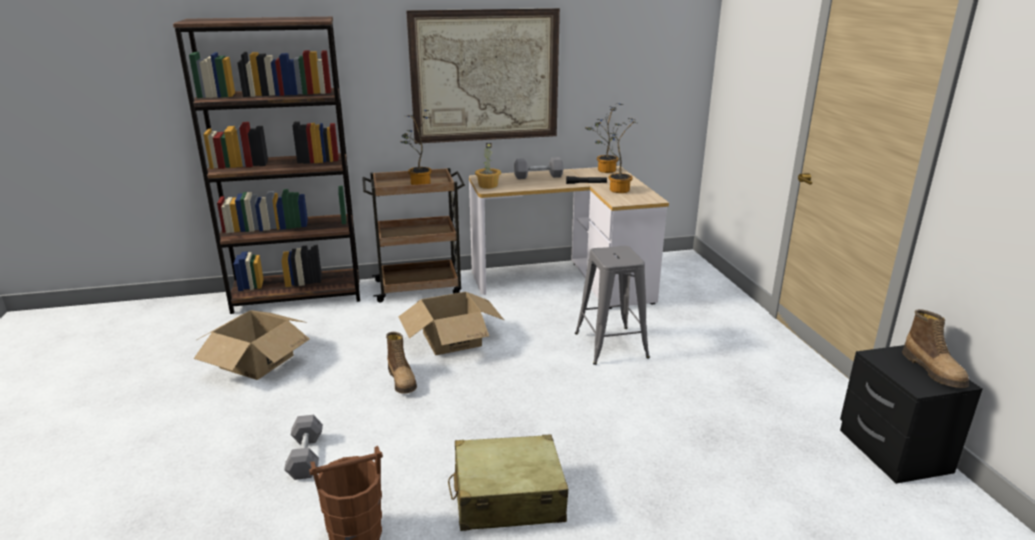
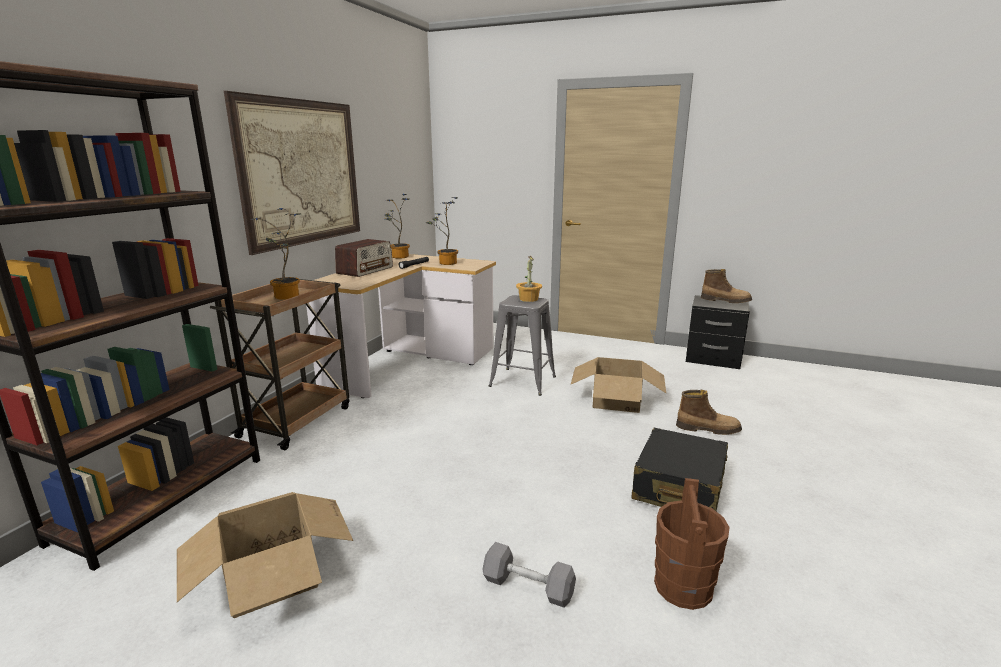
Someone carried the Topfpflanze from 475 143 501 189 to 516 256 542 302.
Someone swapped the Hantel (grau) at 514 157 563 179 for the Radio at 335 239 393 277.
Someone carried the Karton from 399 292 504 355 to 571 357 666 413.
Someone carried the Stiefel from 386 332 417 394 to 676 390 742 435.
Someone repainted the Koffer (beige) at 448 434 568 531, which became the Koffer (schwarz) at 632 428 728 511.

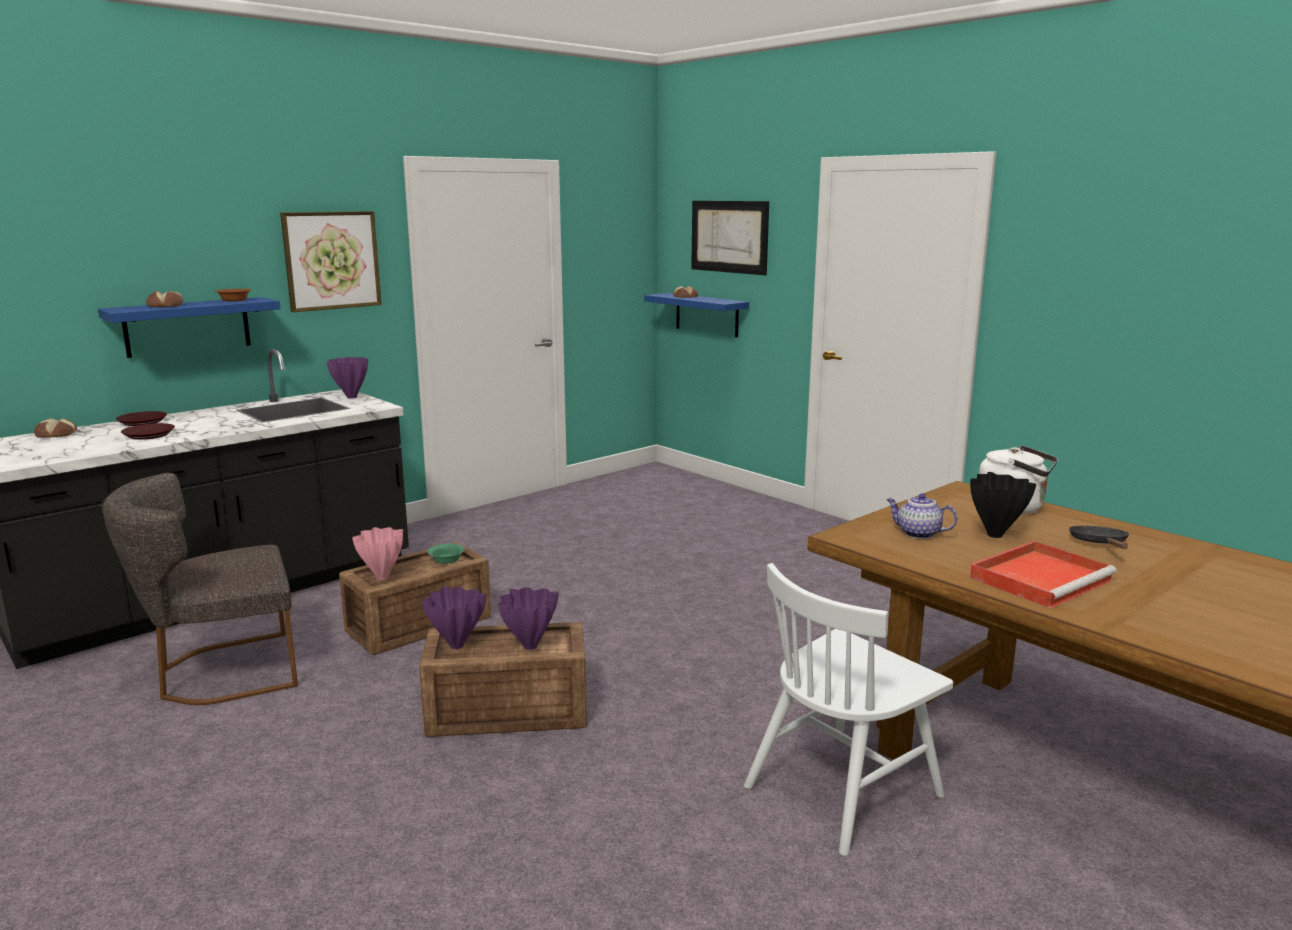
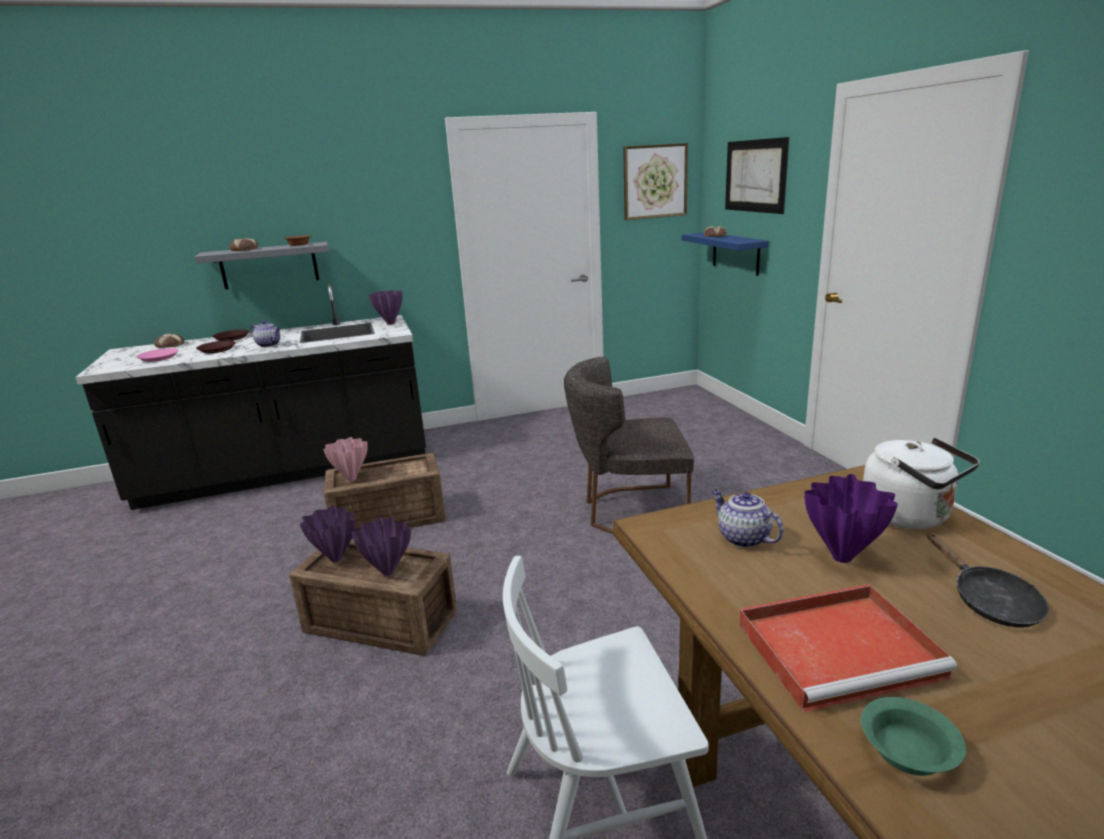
Someone carried the Bild from 280 211 382 312 to 623 143 688 220.
Someone repainted the Wandregal (blau) at 98 297 280 358, which became the Wandregal (grau) at 195 242 328 289.
Someone repainted the Vase (schwarz) at 970 472 1036 538, which became the Vase (lila) at 804 474 898 563.
Someone carried the Stuhl (grau) from 102 473 298 705 to 564 357 694 534.
Someone rotated the Pfanne (schwarz) at 1069 526 1129 549 by 135 degrees clockwise.
Someone carried the Schüssel (grün) from 428 544 465 564 to 861 697 966 776.
Someone put down the Teekanne at 250 321 281 347.
Someone put down the Teller (rosa) at 136 348 178 362.

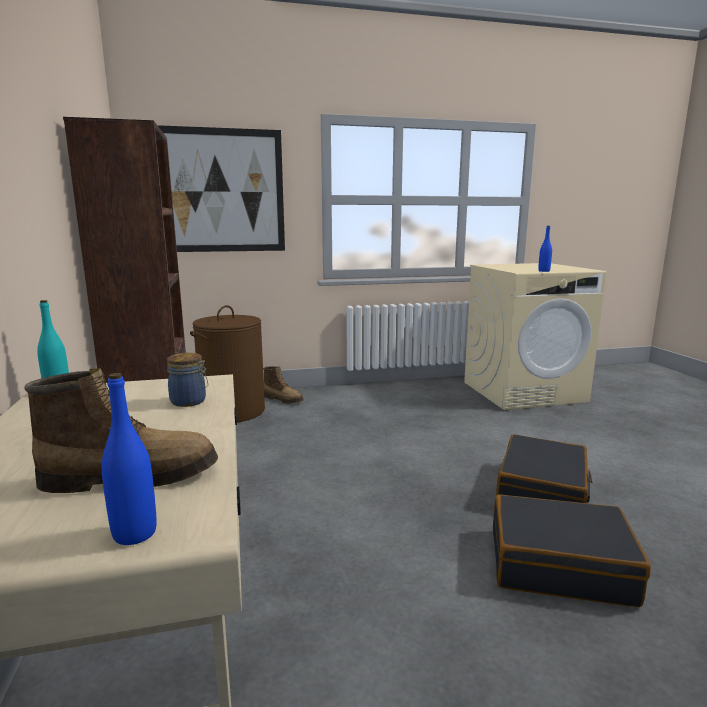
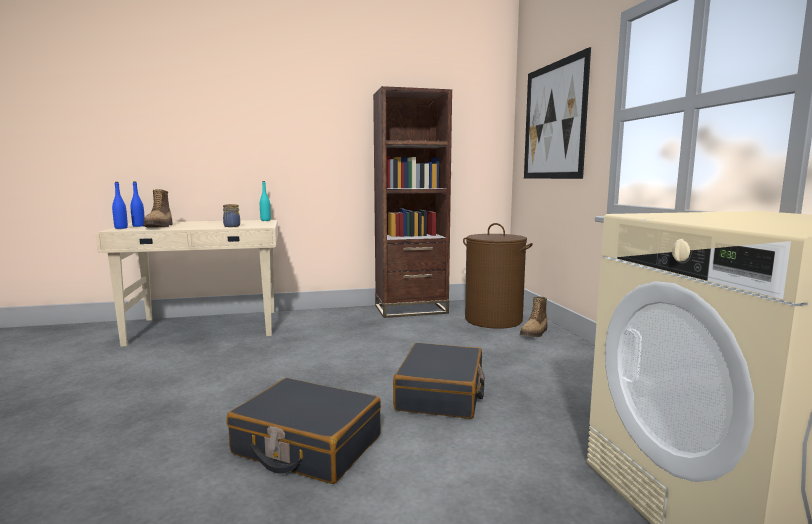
Someone carried the Flasche (blau) from 538 226 552 272 to 130 182 145 227.
Someone carried the Koffer (schwarz) from 493 494 651 607 to 393 343 485 419.

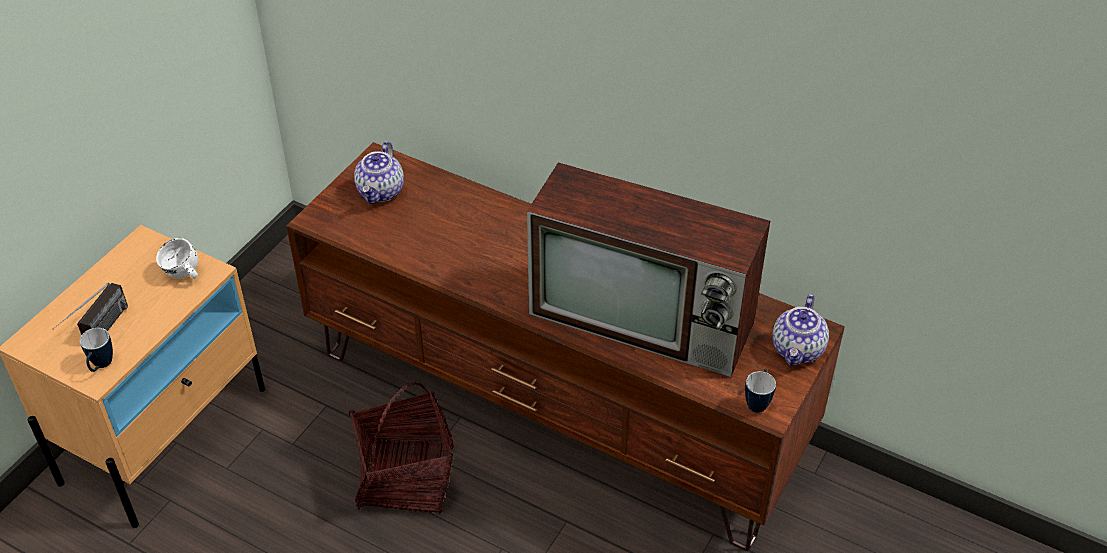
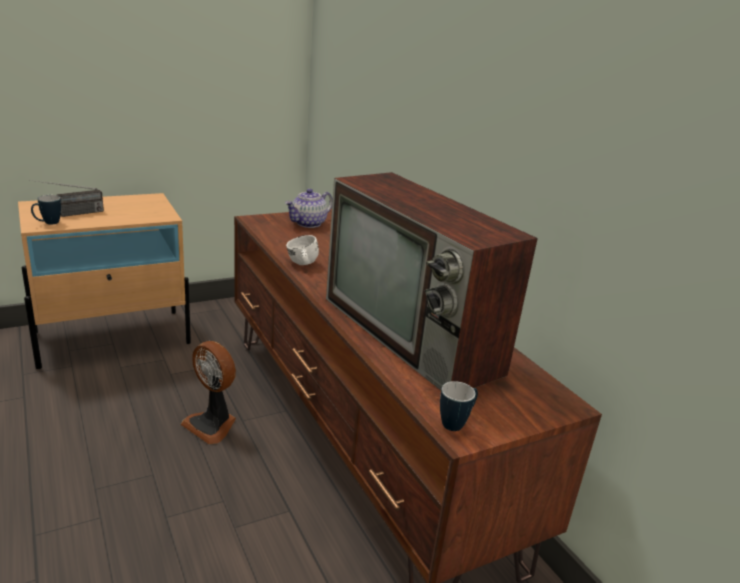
Someone carried the Henkelbecher (weiß) from 156 238 198 279 to 286 235 319 265.
Someone took away the Teekanne at 772 294 829 366.
Someone swapped the Korb at 349 382 454 515 for the Ventilator at 180 341 236 444.

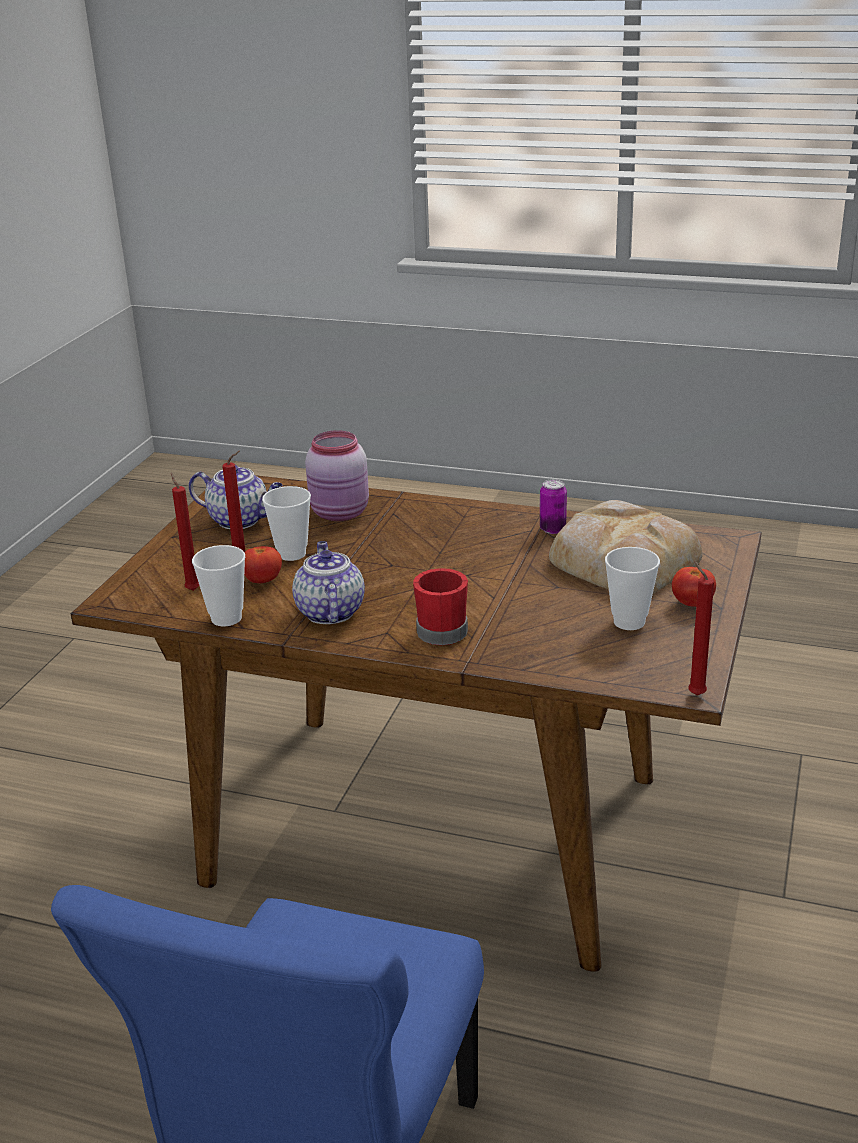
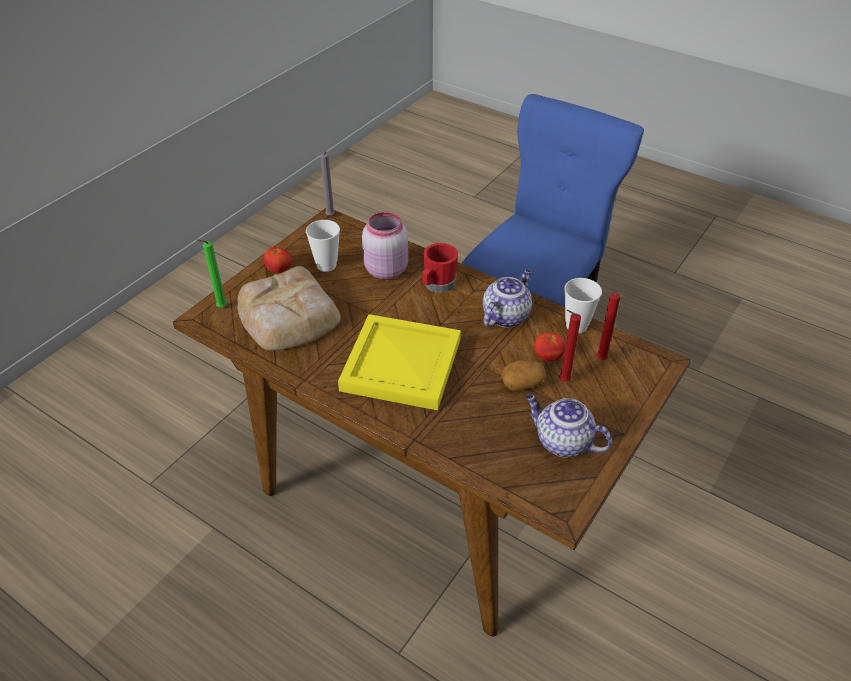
Someone carried the Vorratsglas (rosa) from 305 430 369 521 to 362 212 408 280.
Someone took away the Dose at 540 479 567 534.
Someone swapped the Tasse at 262 486 311 561 for the Kartoffel at 501 360 546 391.
Someone rotated the Teekanne at 292 541 365 624 by 150 degrees counterclockwise.
Someone repainted the Kerze (rot) at 688 561 714 695, which became the Kerze (grau) at 320 151 335 216.
Someone put down the Kerze (grün) at 197 239 227 308.
Someone put down the Tablett (gelb) at 338 314 461 410.

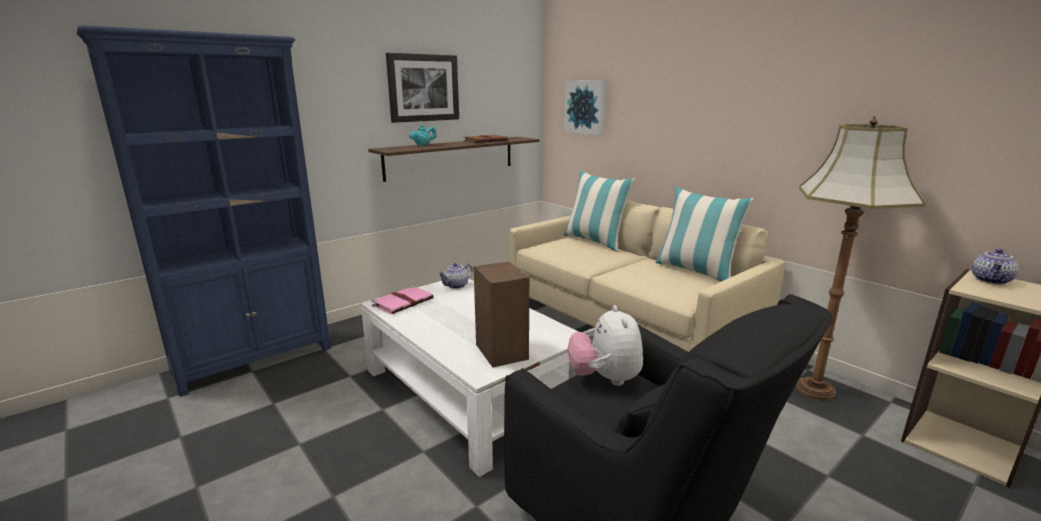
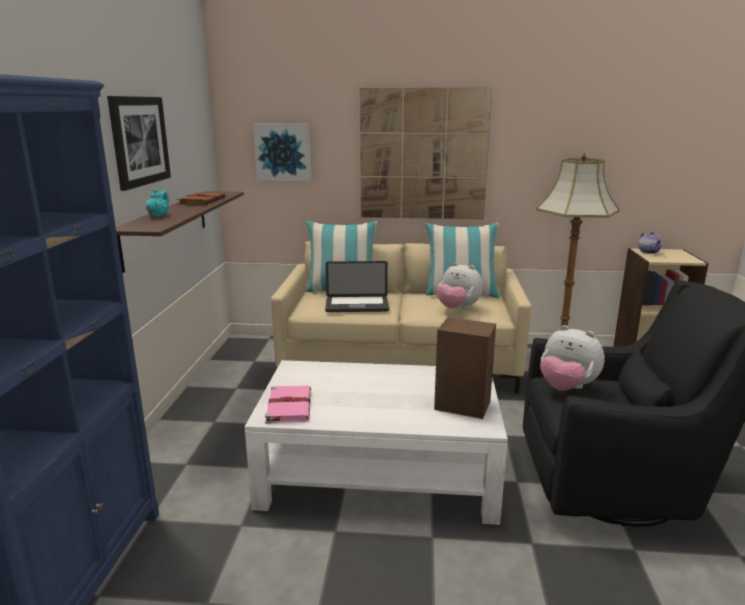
Someone took away the Teekanne at 438 263 473 289.
Someone put up the Bild at 360 88 492 219.
Someone put down the Laptop at 325 261 389 312.
Someone put down the Plüschtier at 436 262 483 309.

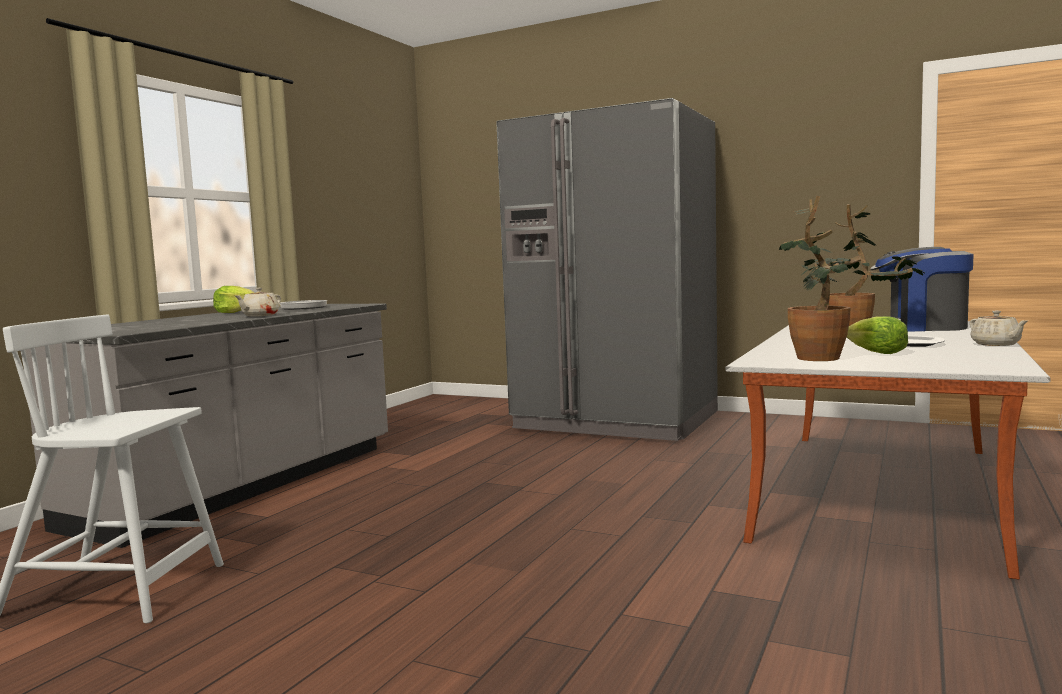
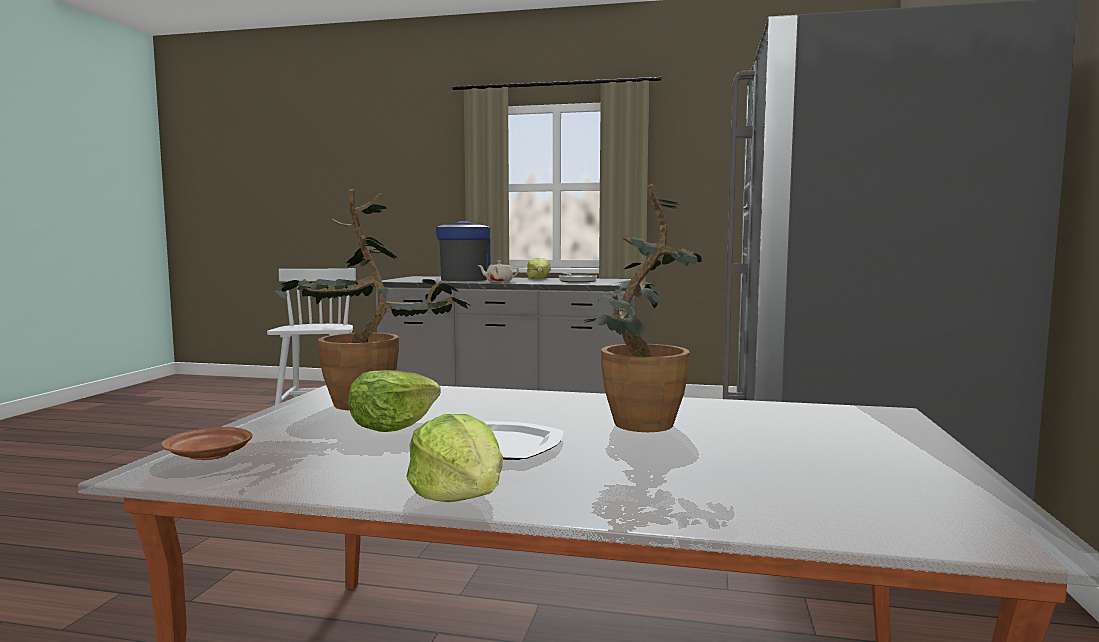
Someone carried the Kaffeemaschine from 870 247 974 331 to 436 221 491 281.
Someone swapped the Teekanne (beige) at 970 310 1027 346 for the Salatkopf at 406 414 503 502.
Someone put down the Teller (braun) at 161 427 252 460.

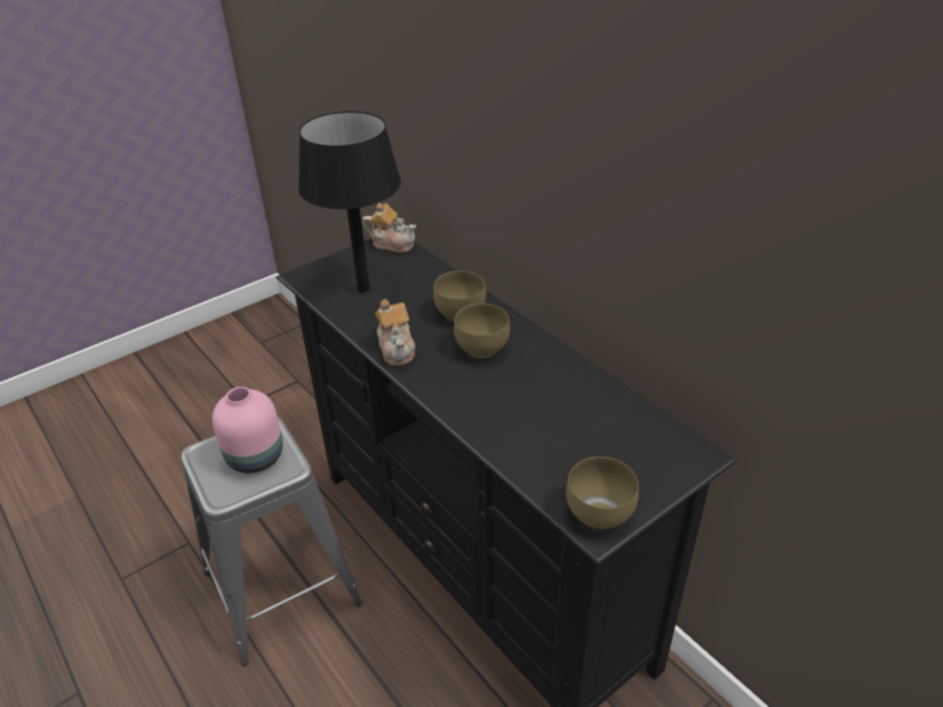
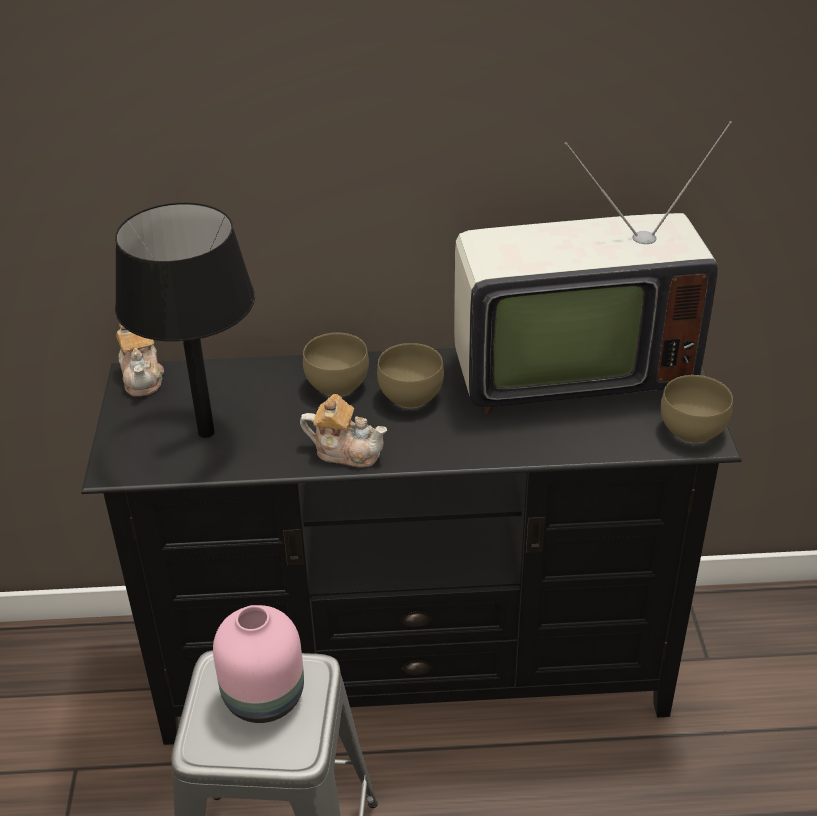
Someone rotated the Teekanne at 362 203 416 253 by 105 degrees clockwise.
Someone put down the Fernseher at 454 121 732 414.

